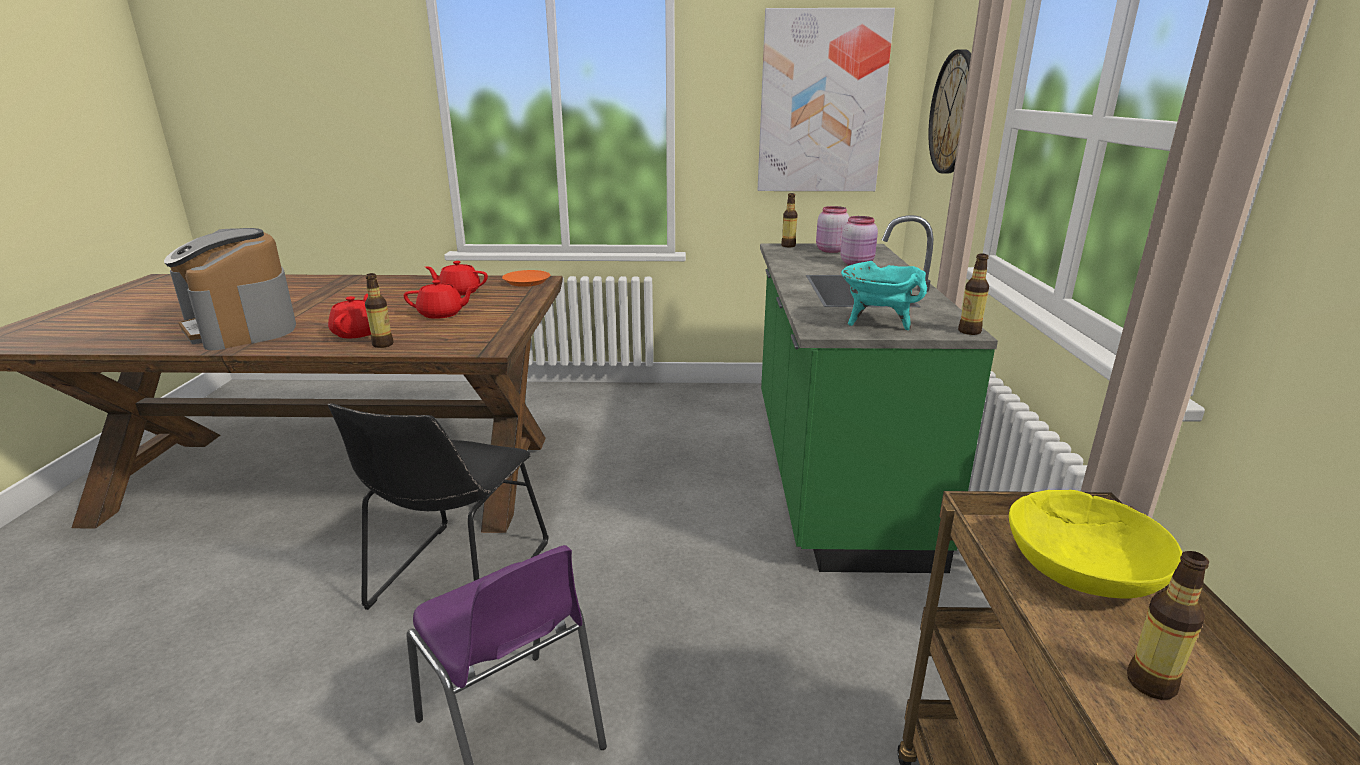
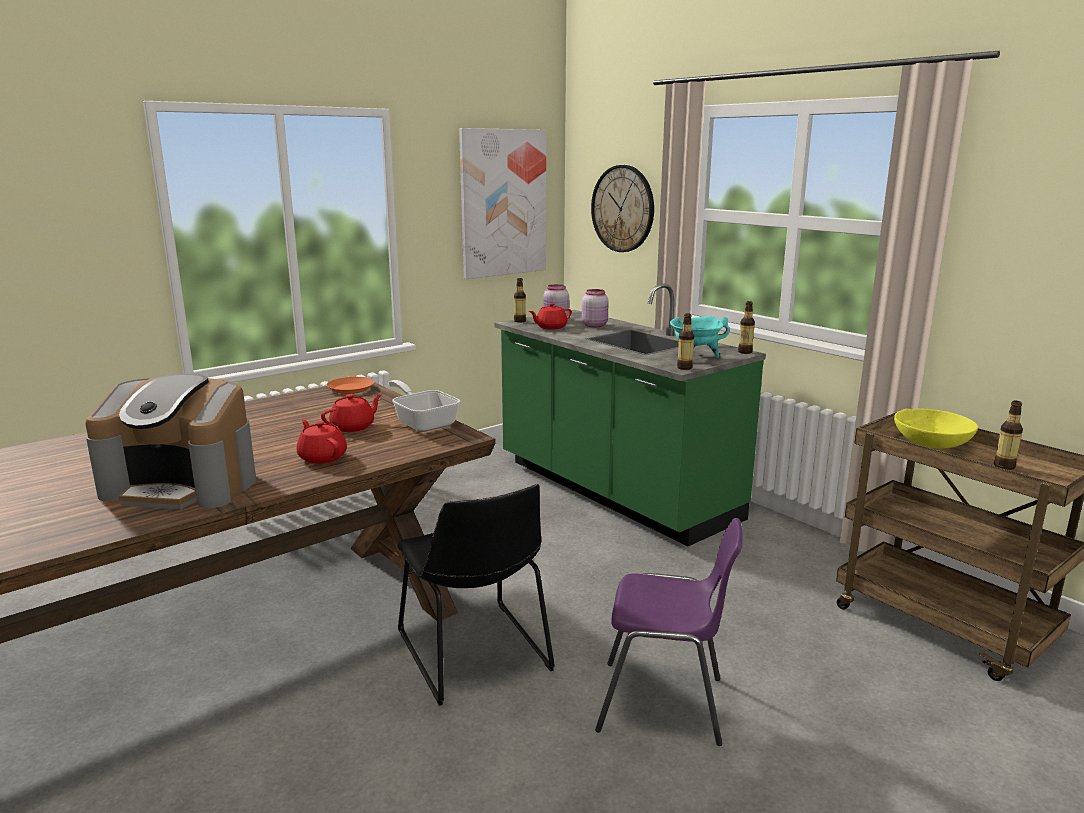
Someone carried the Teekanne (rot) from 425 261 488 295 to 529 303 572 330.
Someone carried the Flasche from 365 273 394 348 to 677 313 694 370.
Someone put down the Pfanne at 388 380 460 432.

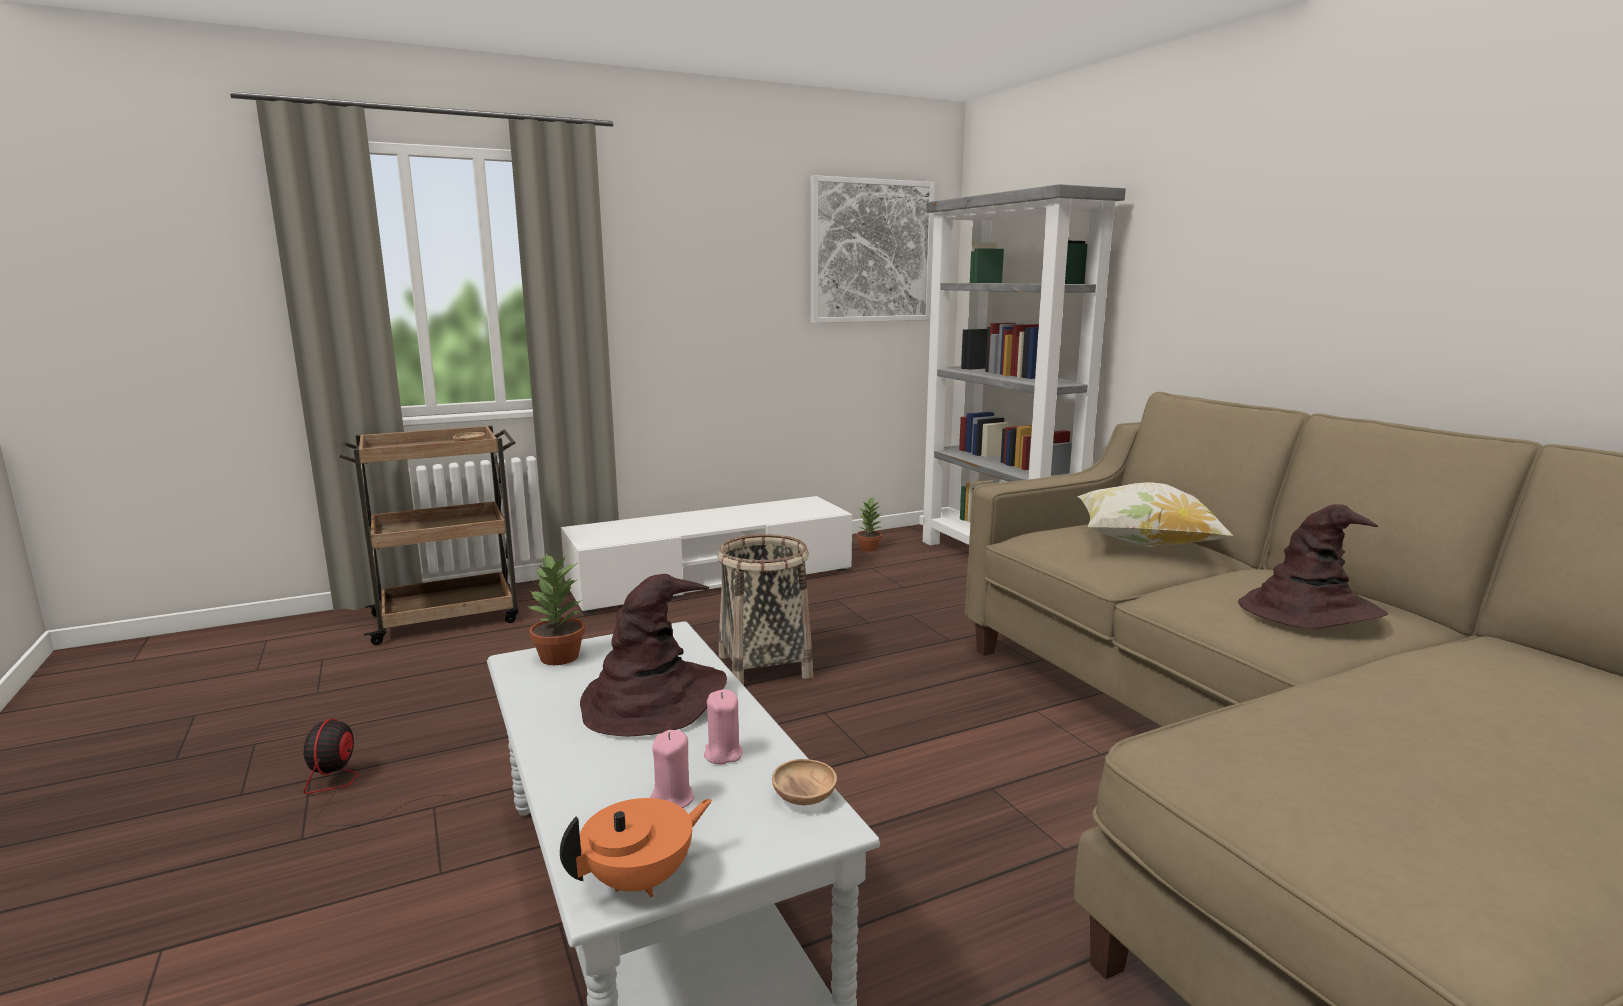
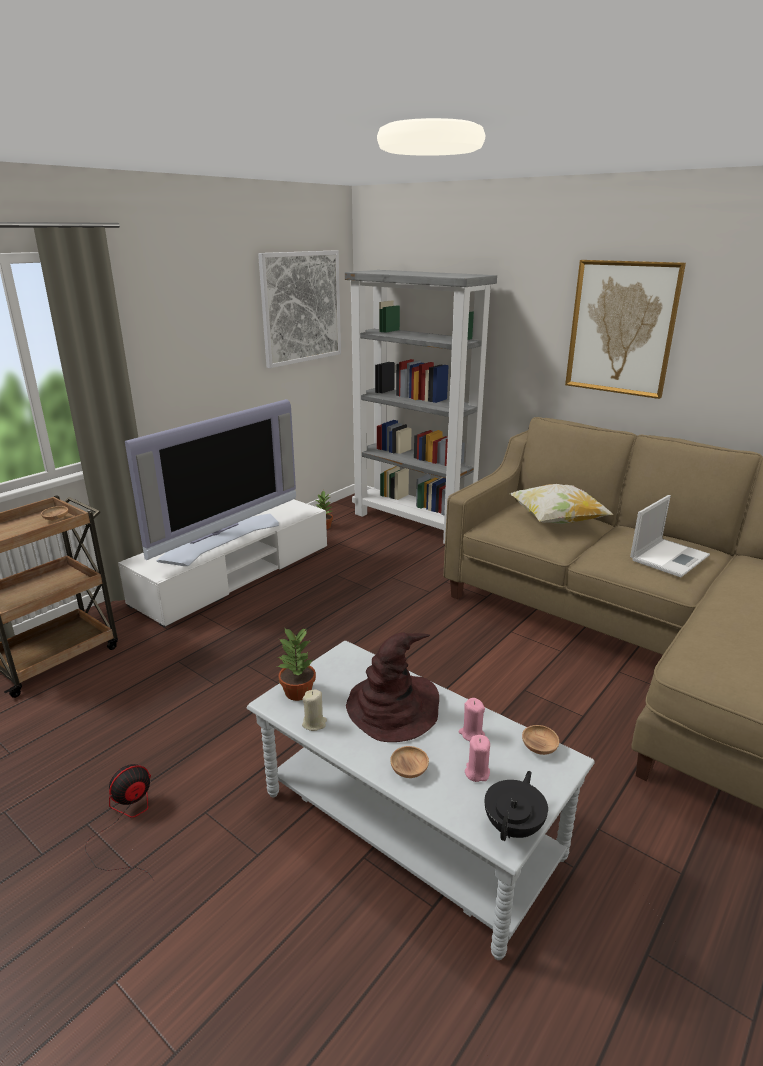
Someone swapped the Hut (braun) at 1238 504 1388 629 for the Laptop at 630 495 710 577.
Someone took away the Korb at 717 534 813 685.
Someone rotated the Ventilator at 303 719 443 826 by 75 degrees clockwise.
Someone repainted the Teekanne (orange) at 560 798 712 897, which became the Teekanne (schwarz) at 485 771 548 841.
Someone put up the Bild at 565 260 686 399.
Someone put down the Fernseher at 125 399 296 566.
Someone put down the Kerze (beige) at 302 689 327 731.
Someone put down the Schüssel (braun) at 390 746 429 778.

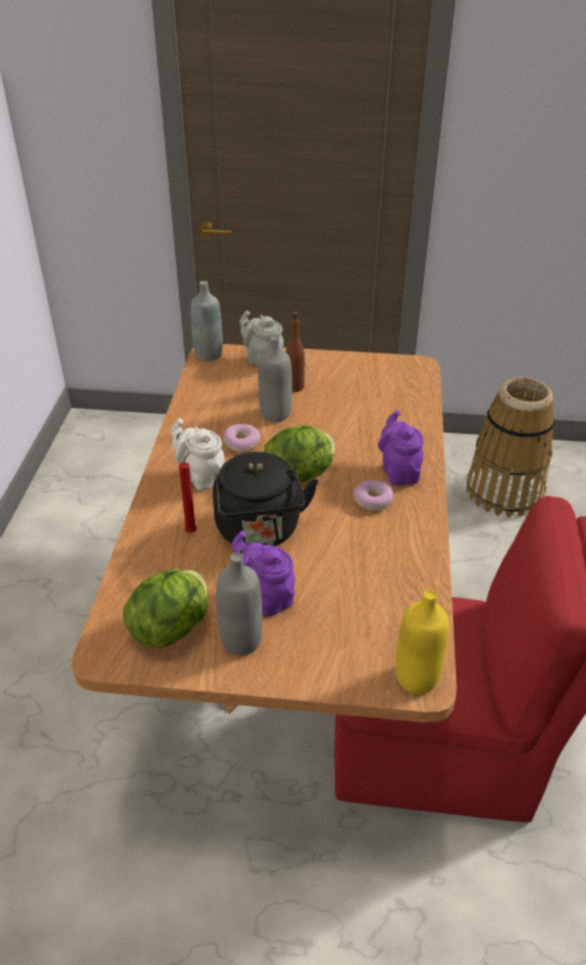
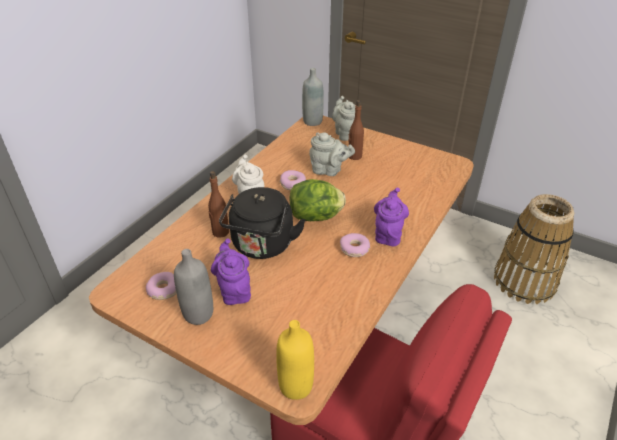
Someone swapped the Flasche (grau) at 258 336 292 422 for the Teekanne (grau) at 309 132 355 176.
Someone swapped the Kerze (rot) at 179 452 197 533 for the Flasche (braun) at 208 171 229 238.
Someone swapped the Salatkopf at 123 569 208 648 for the Donut at 146 272 177 300.

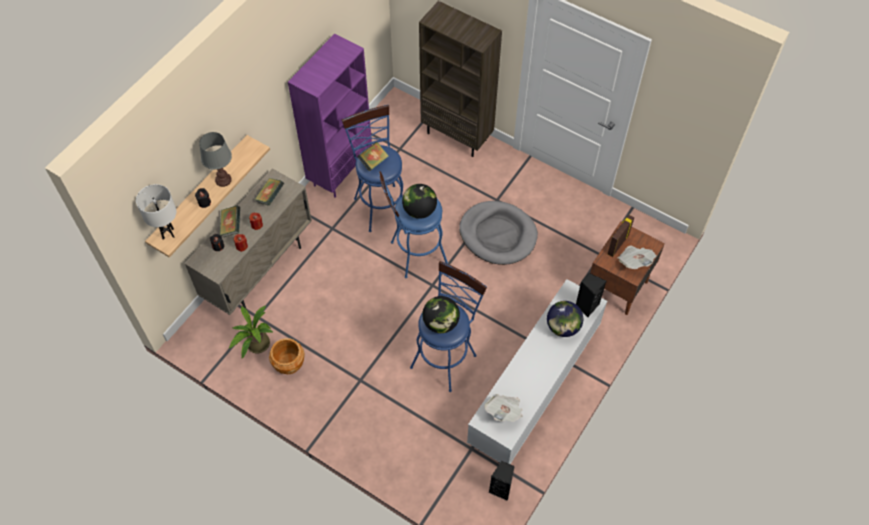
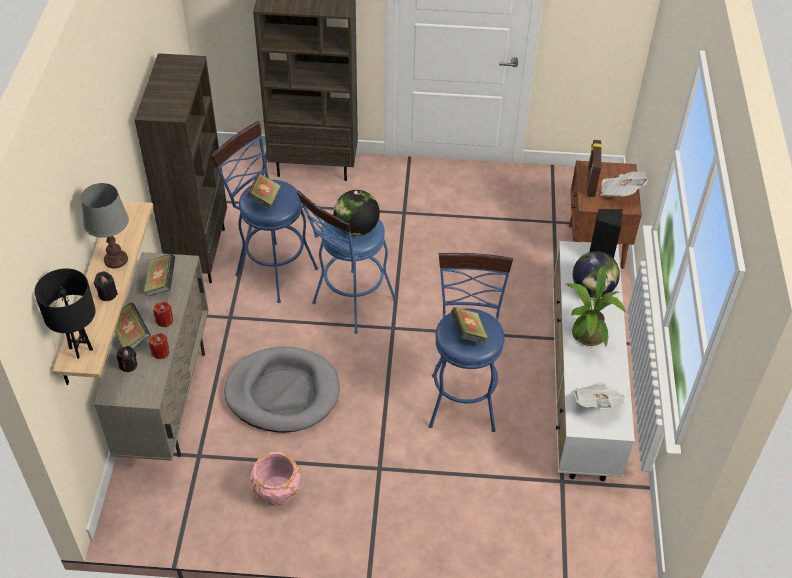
Someone repainted the Bücherregal (lila) at 288 34 372 198, which became the Bücherregal (braun) at 134 53 227 283.
Someone repainted the Tischlampe (weiß) at 136 184 176 240, which became the Tischlampe (schwarz) at 34 268 95 359.
Someone carried the Hundebett (grau) from 459 201 538 265 to 224 346 340 433.
Someone swapped the Globus at 422 296 460 333 for the Buch at 450 307 488 344.
Someone carried the Topfpflanze from 228 306 274 359 to 566 265 626 347.
Someone repainted the Pflanzkübel (braun) at 269 338 305 374, which became the Pflanzkübel (rosa) at 251 452 300 506.
Someone took away the Lautsprecher (schwarz) at 489 461 515 501.

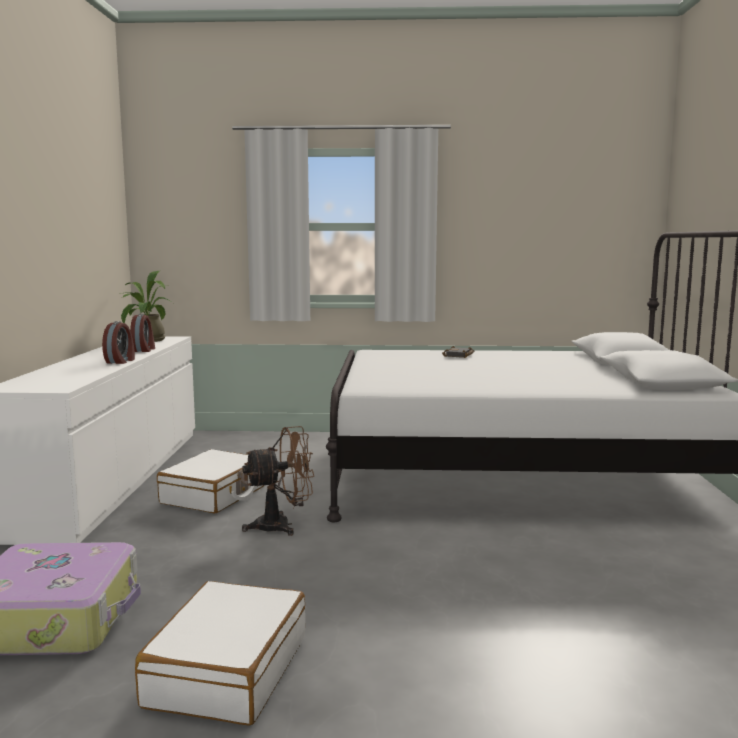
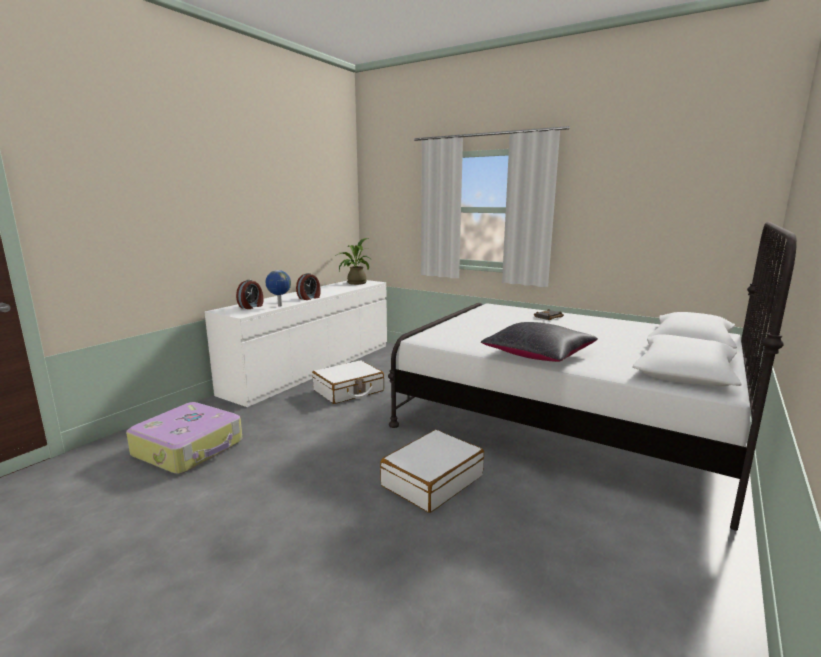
Someone carried the Wecker from 130 314 155 352 to 236 280 263 309.
Someone took away the Ventilator (braun) at 242 426 314 536.
Someone carried the Koffer (weiß) from 135 581 305 726 to 380 430 484 513.
Someone put down the Globus at 266 270 291 307.
Someone put down the Kissen (schwarz) at 481 322 598 362.

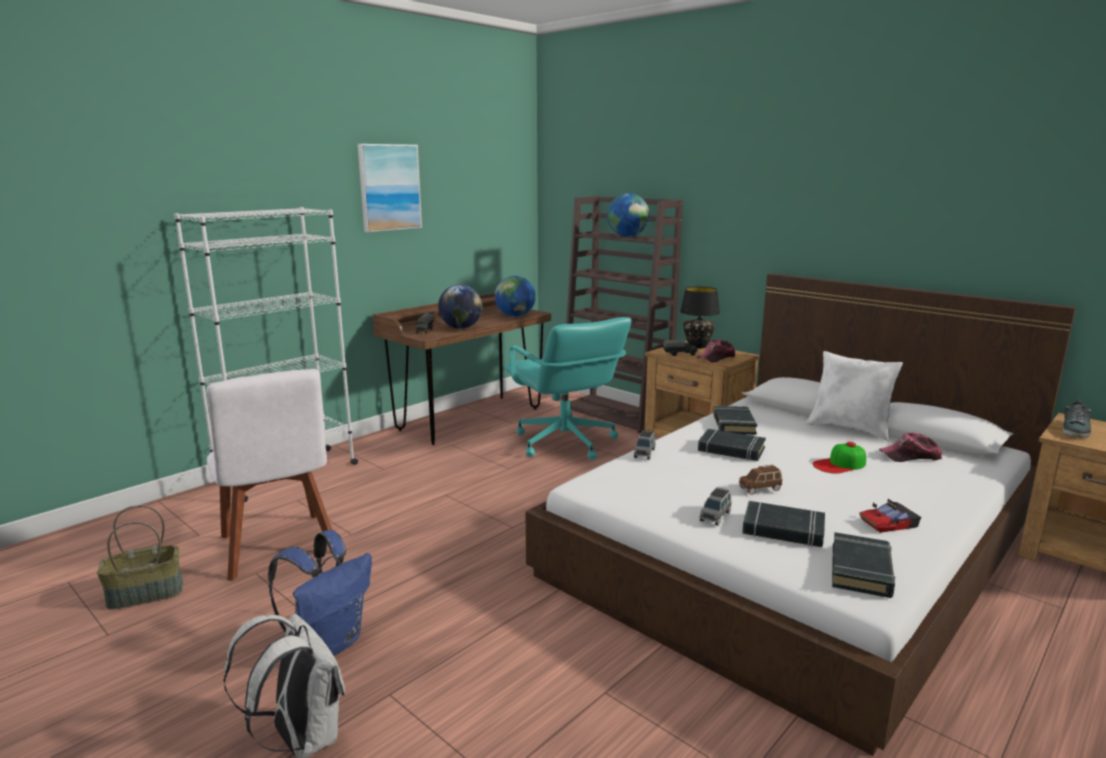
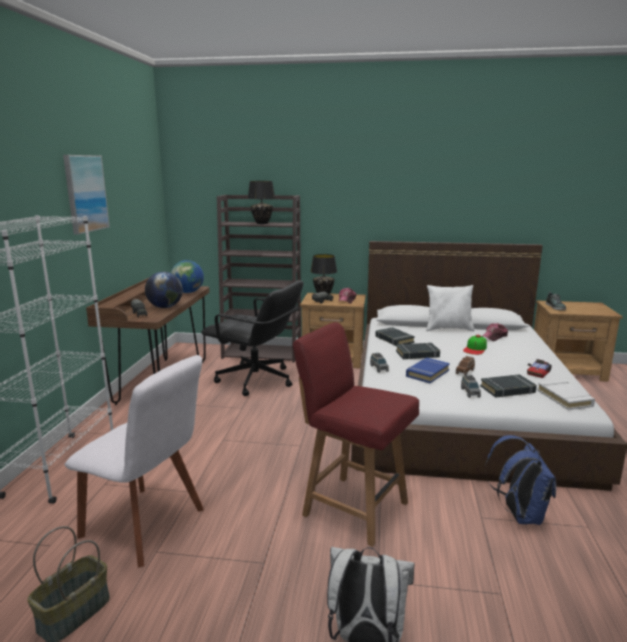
Someone swapped the Globus at 607 193 650 237 for the Tischlampe (schwarz) at 248 181 275 224.
Someone repainted the Bürostuhl (türkis) at 504 317 632 460, which became the Bürostuhl (schwarz) at 201 281 303 396.
Someone carried the Rucksack (blau) from 268 530 372 656 to 485 435 556 525.
Someone repainted the Buch (schwarz) at 832 532 895 598, which became the Buch (weiß) at 537 380 595 410.
Someone put down the Stuhl (rot) at 293 322 419 547.
Someone put down the Buch (blau) at 406 358 450 383.

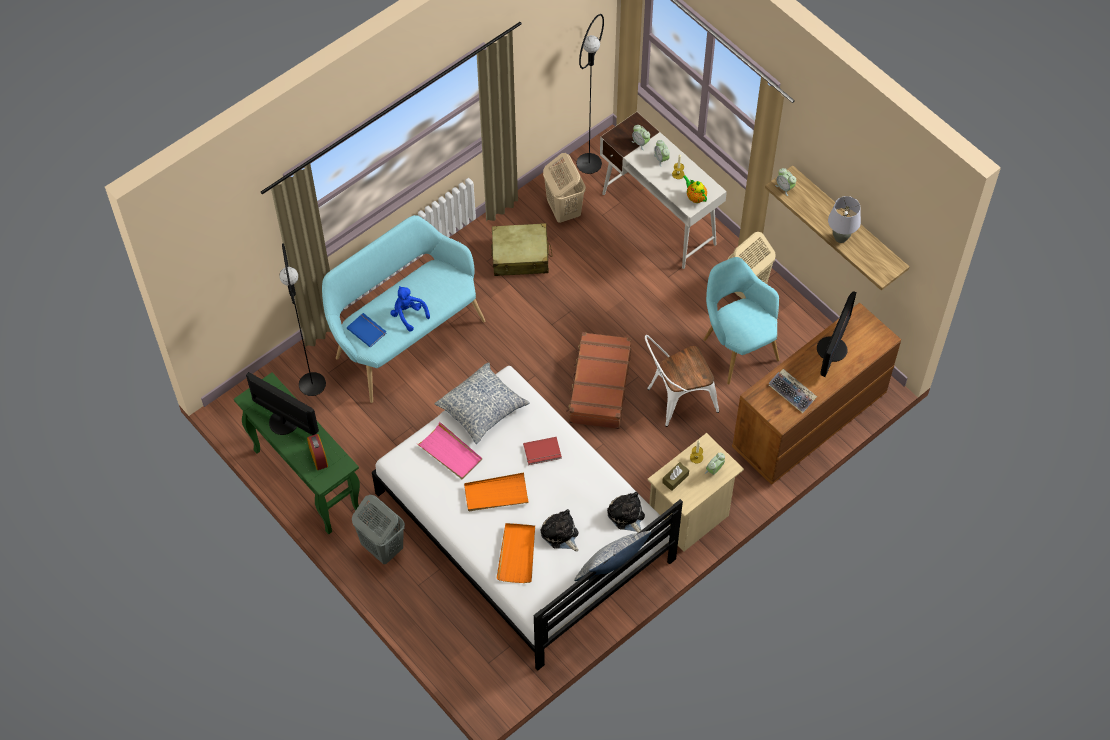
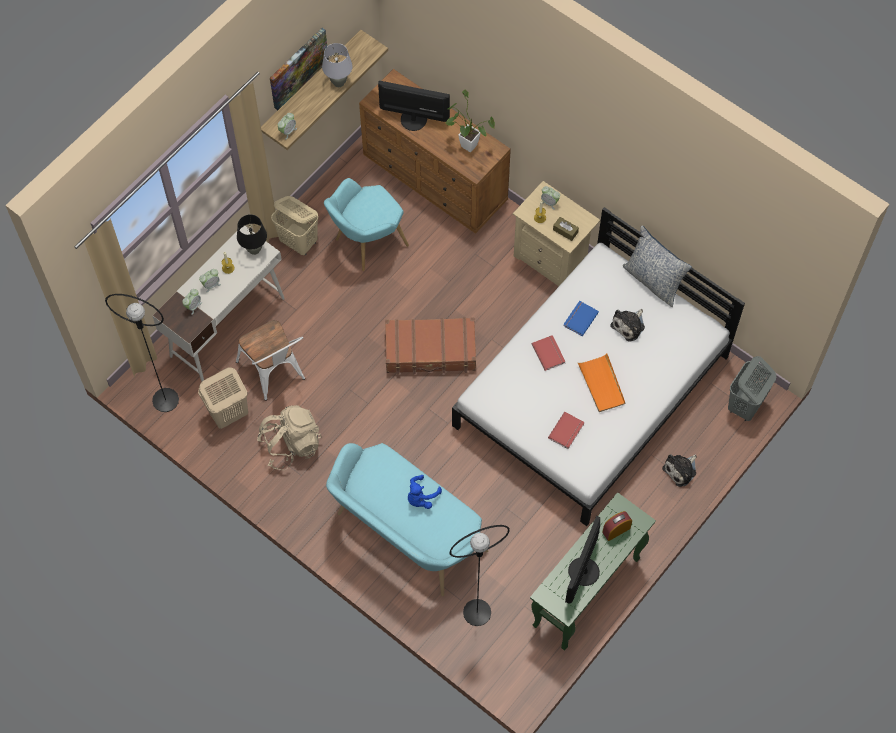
Someone swapped the Teekanne at 683 175 707 203 for the Tischlampe (schwarz) at 237 214 267 255.
Someone swapped the Koffer (beige) at 491 223 552 276 for the Rucksack (beige) at 257 405 322 470.
Someone carried the Buch (blau) from 347 313 386 348 to 563 301 599 336.
Someone carried the Stuhl (weiß) from 645 335 719 427 to 236 320 305 401.
Someone took away the Kissen at 435 363 530 444.
Someone swapped the Tastatur at 769 369 817 413 for the Topfpflanze at 445 89 495 152.
Someone swapped the Tablett (rosa) at 417 422 482 479 for the Buch (rot) at 548 412 585 449.
Someone carried the Plüschtier from 607 492 645 533 to 662 454 697 487.
Someone carried the Wäschekorb (grau) from 352 495 405 564 to 728 356 776 421.
Someone took away the Tablett (orange) at 496 523 535 583.
Someone put up the Bild at 270 28 329 110.

